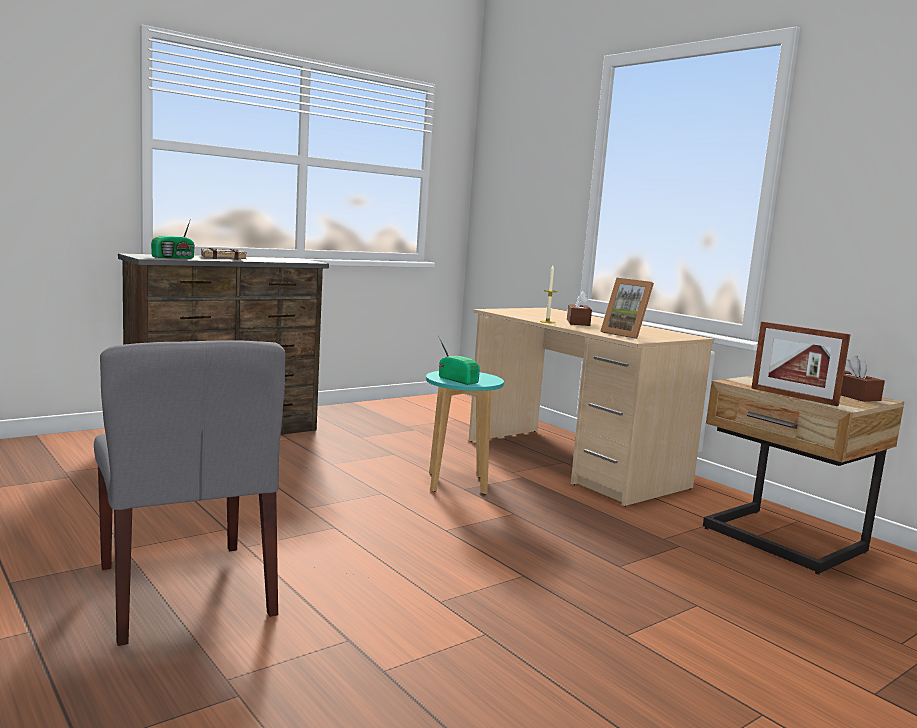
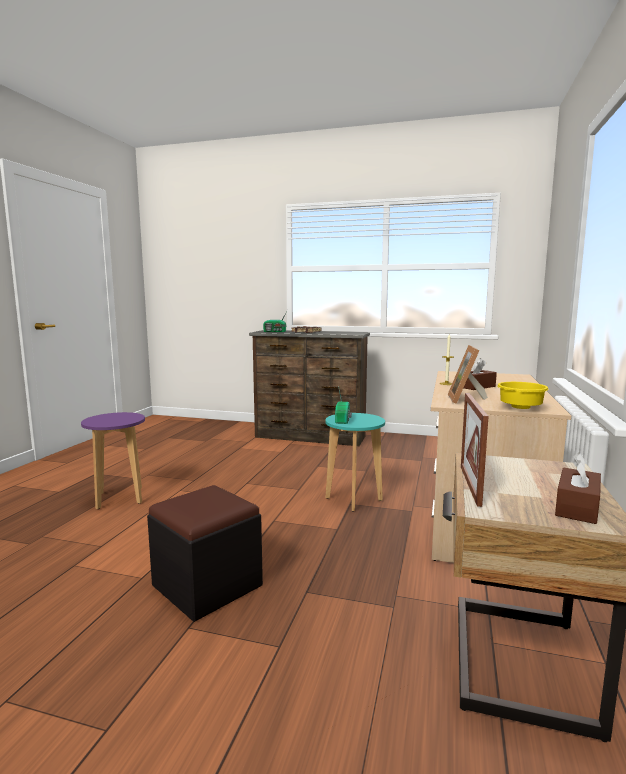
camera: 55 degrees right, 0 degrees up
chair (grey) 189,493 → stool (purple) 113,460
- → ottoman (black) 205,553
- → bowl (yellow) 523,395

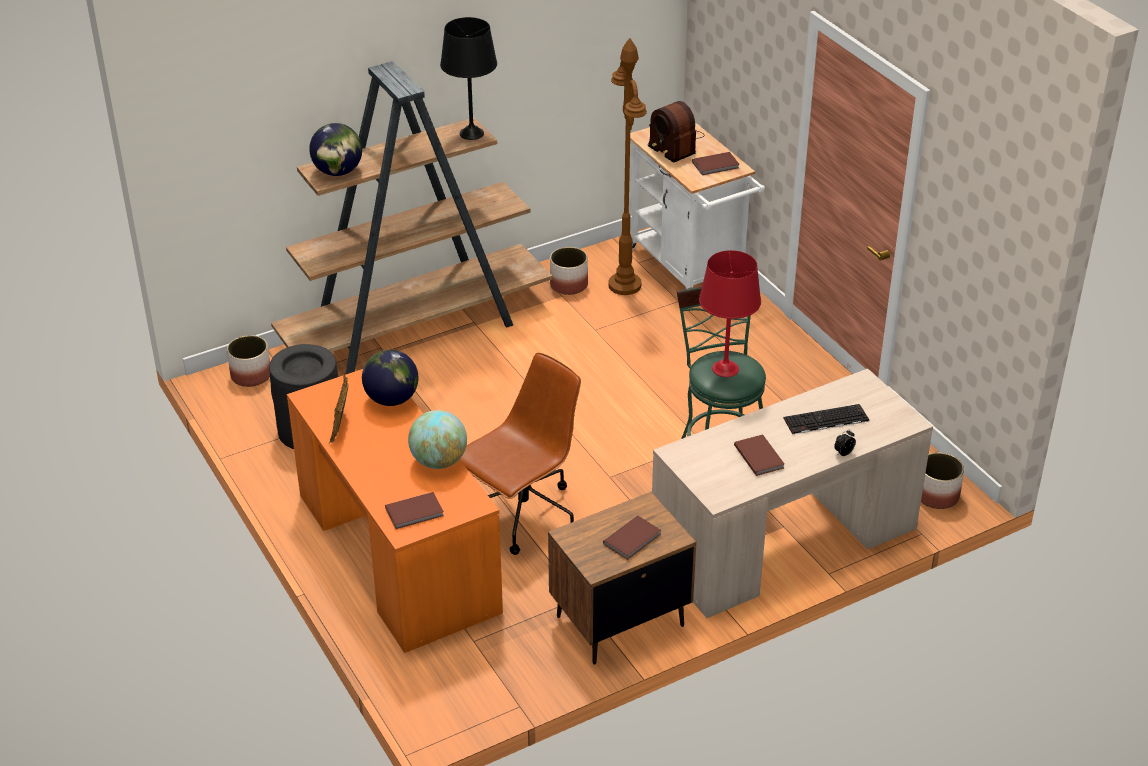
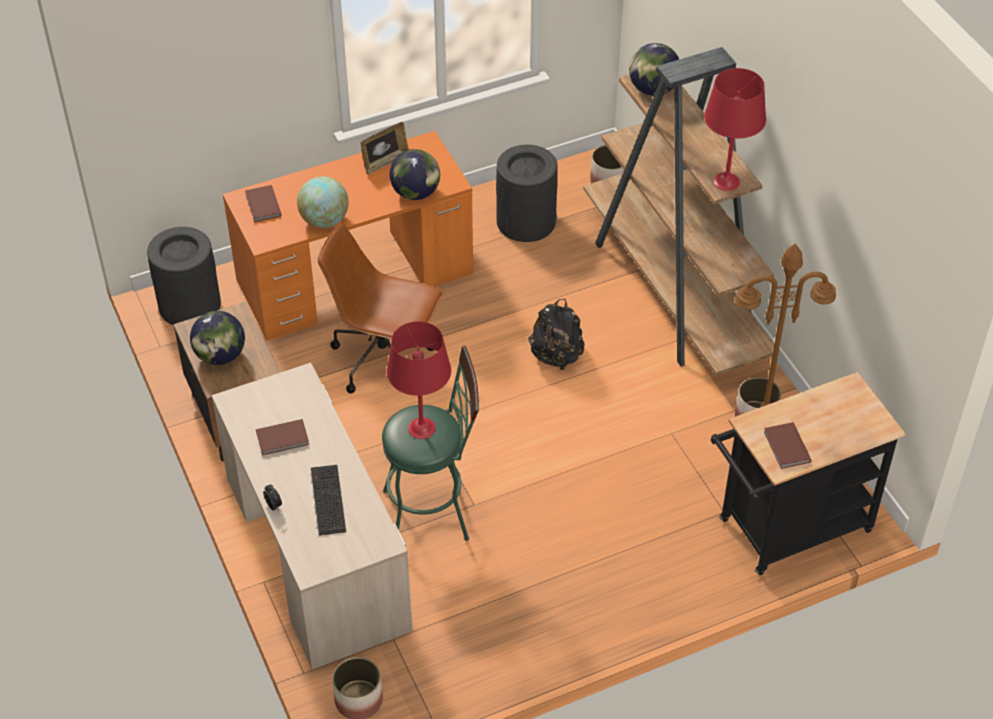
camera: 95 degrees right, 10 degrees up
- → trash can (black) 184,276
book (brown) 632,537 → globe 217,338
office chair (brown) 520,454 → office chair (brown) 381,308, 150 degrees clockwise
picture frame 338,408 → picture frame 384,148, 135 degrees clockwise
- → backpack (black) 556,334
table lamp (black) 468,78 → table lamp (red) 735,129
cart (white) 697,205 → cart (black) 808,473
radio 676,132 → -

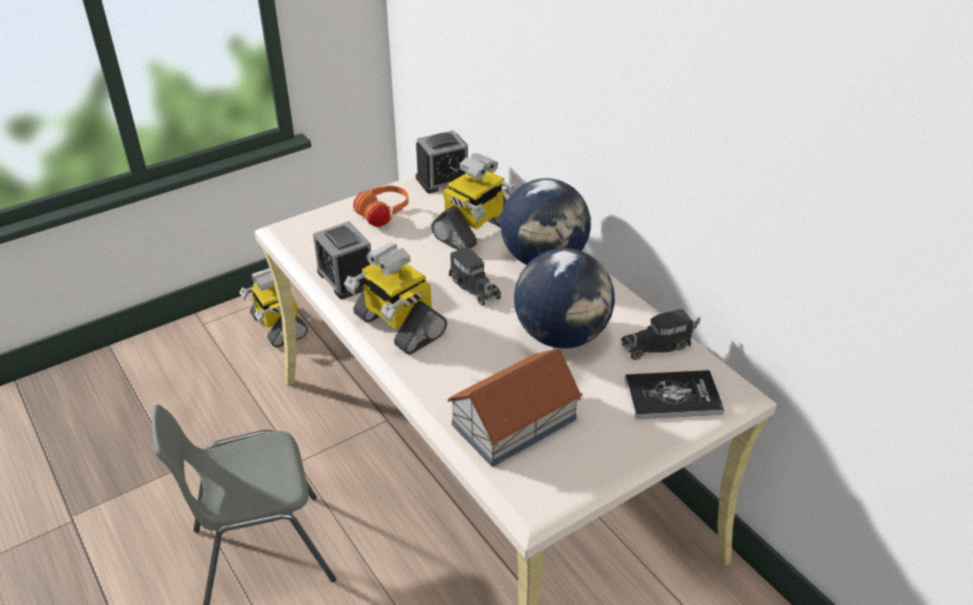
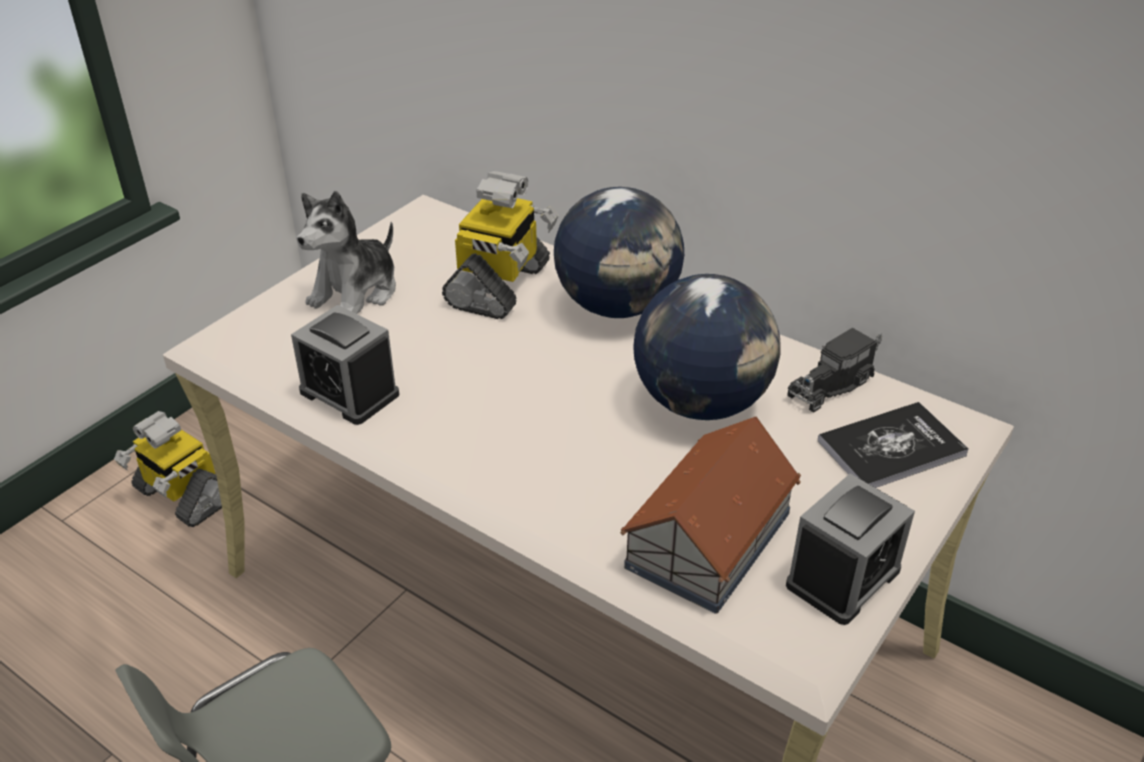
camera: 20 degrees left, 0 degrees up
headphones (orange) 381,206 → plush toy 346,252
alarm clock 442,161 → alarm clock 850,549, move
toy robot 395,298 → -
toy truck 475,274 → -

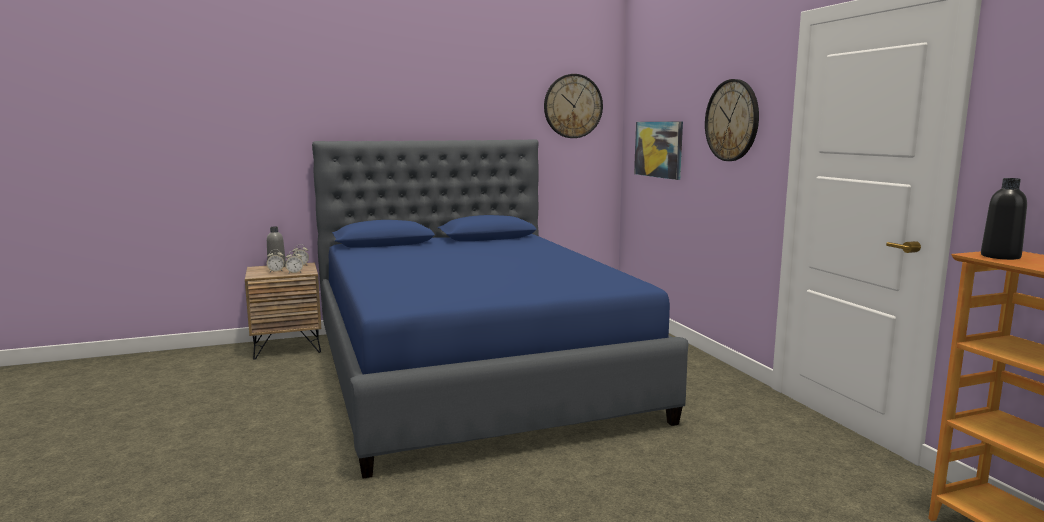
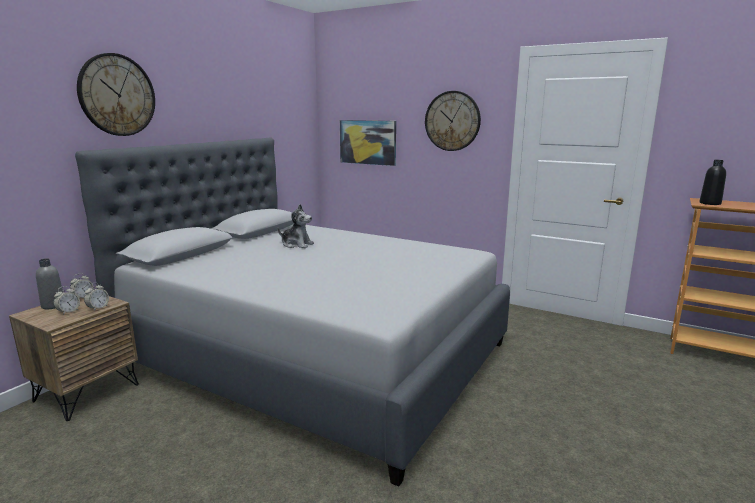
camera: 40 degrees left, 5 degrees up
bed (blue) 500,309 → bed (grey) 292,312
wall clock 573,106 → wall clock 116,94, move
- → plush toy 295,226

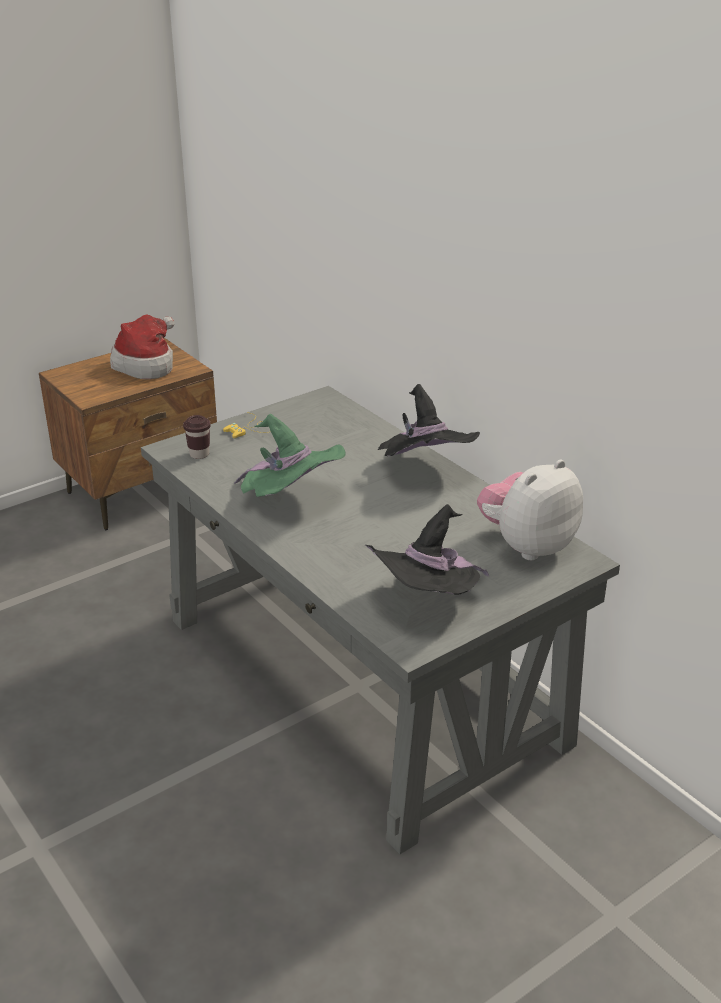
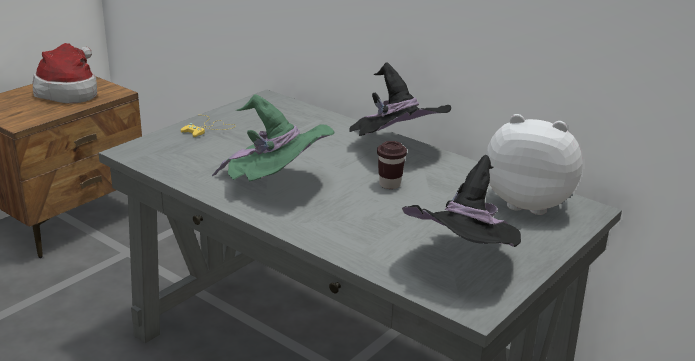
camera: 15 degrees left, 5 degrees down
cup (brown) 197,437 → cup (brown) 392,165, move
plush toy 530,509 → plush toy 534,164, 75 degrees clockwise

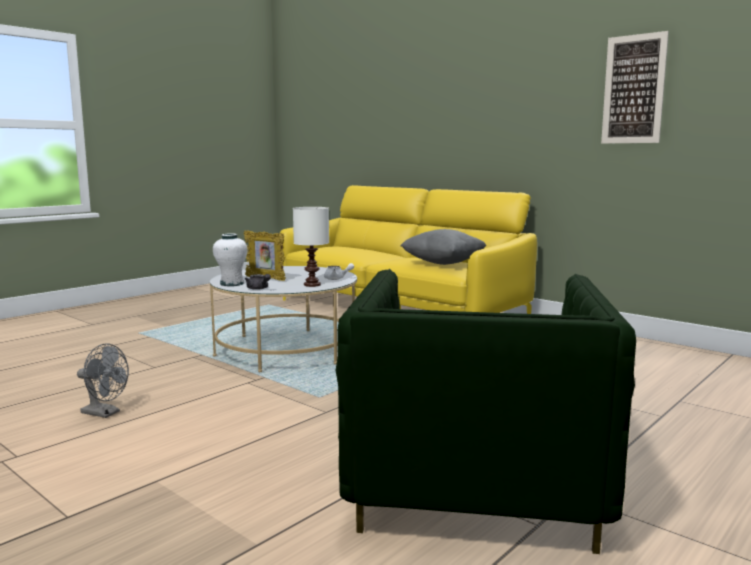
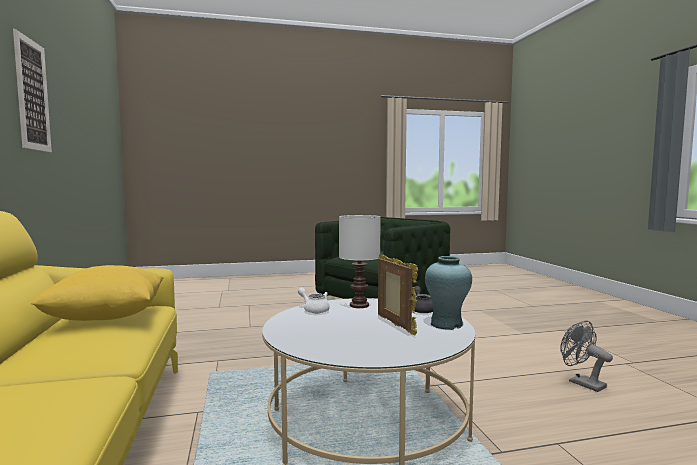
camera: 145 degrees left, 5 degrees down
pillow (grey) 443,247 → pillow (yellow) 97,293
vase (white) 230,259 → vase (turquoise) 448,293

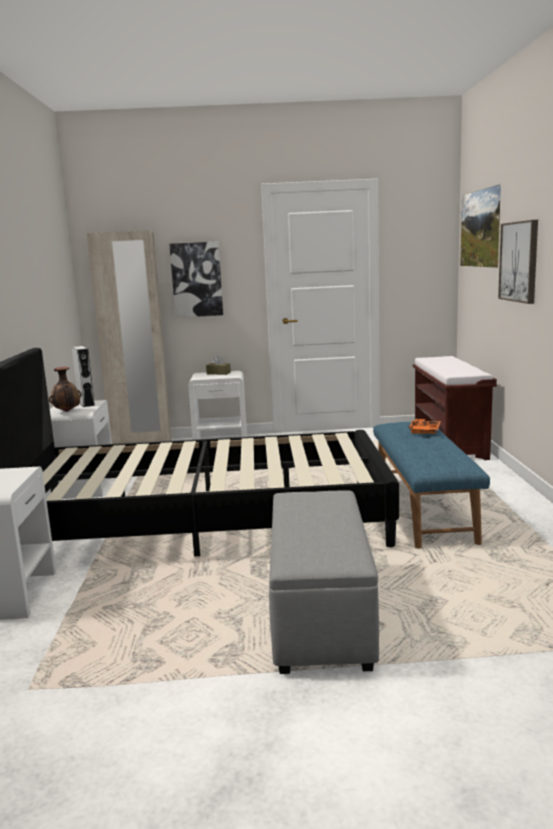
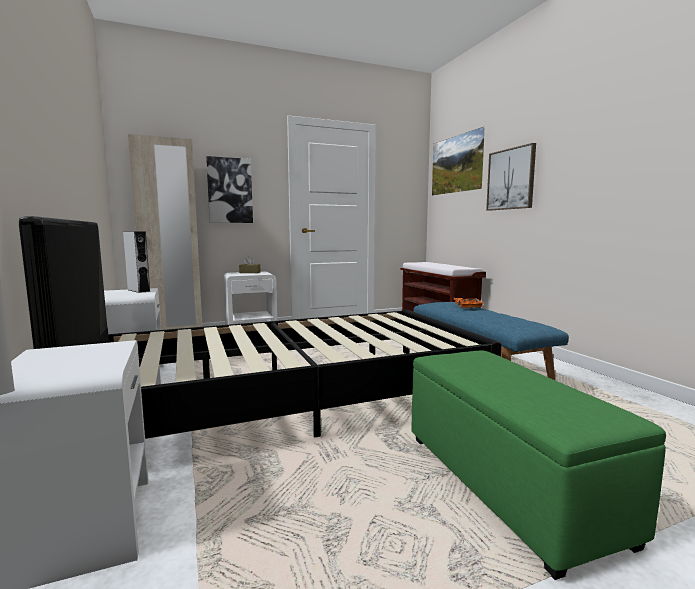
camera: 20 degrees left, 5 degrees down
ottoman (grey) 324,582 → ottoman (green) 538,465
vase 65,389 → -

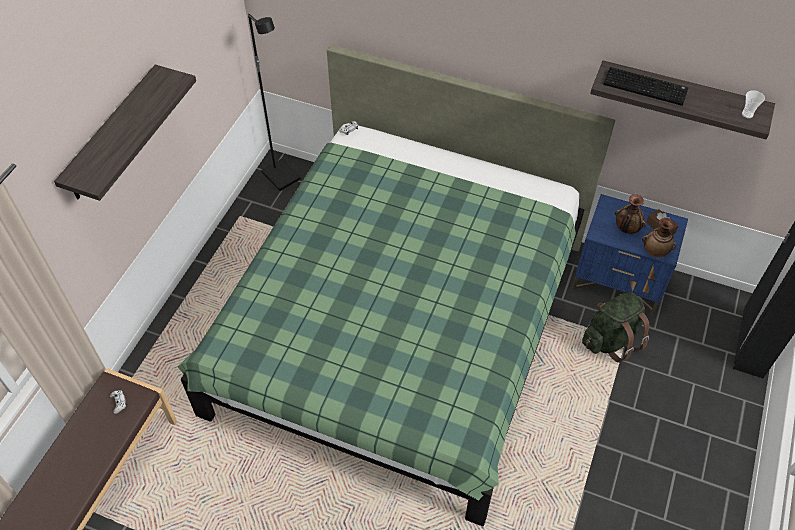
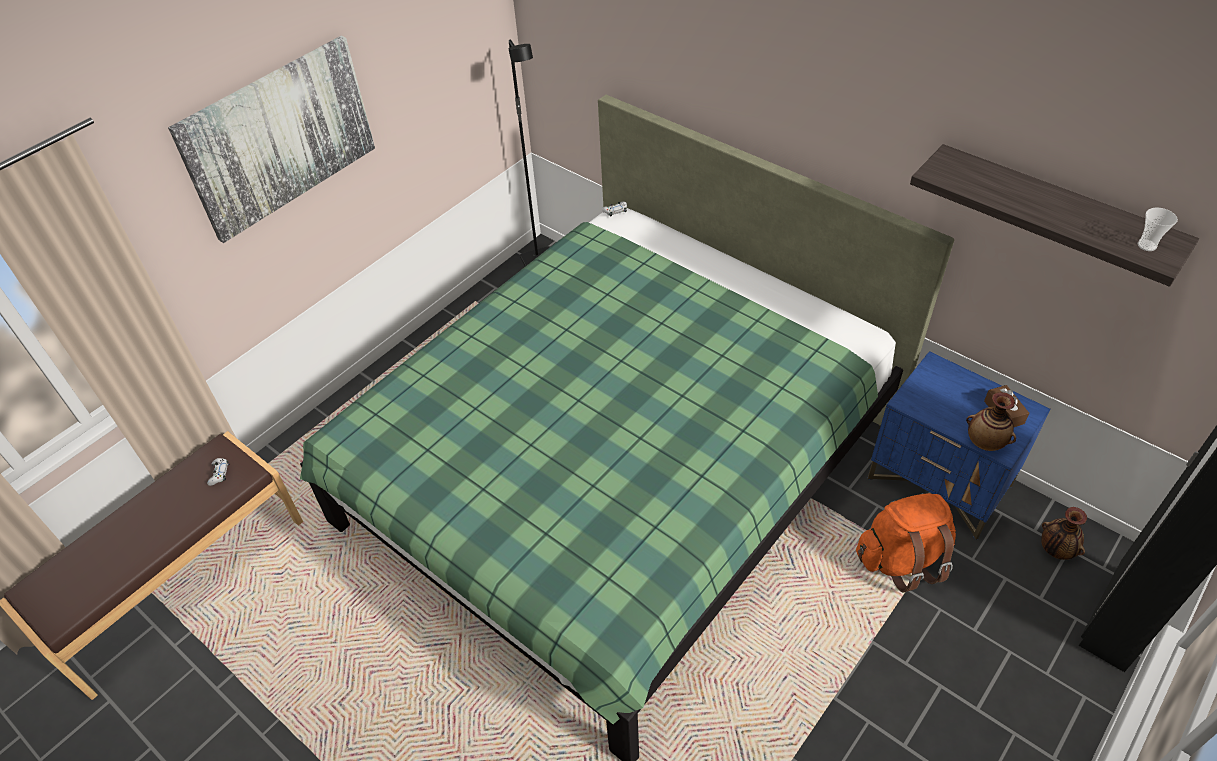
camera: 20 degrees right, 5 degrees down
shelf 125,132 → picture 271,139
backpack (green) 615,327 → backpack (orange) 906,543
vase 630,214 → vase 1064,533, move
keyboard 645,86 → -

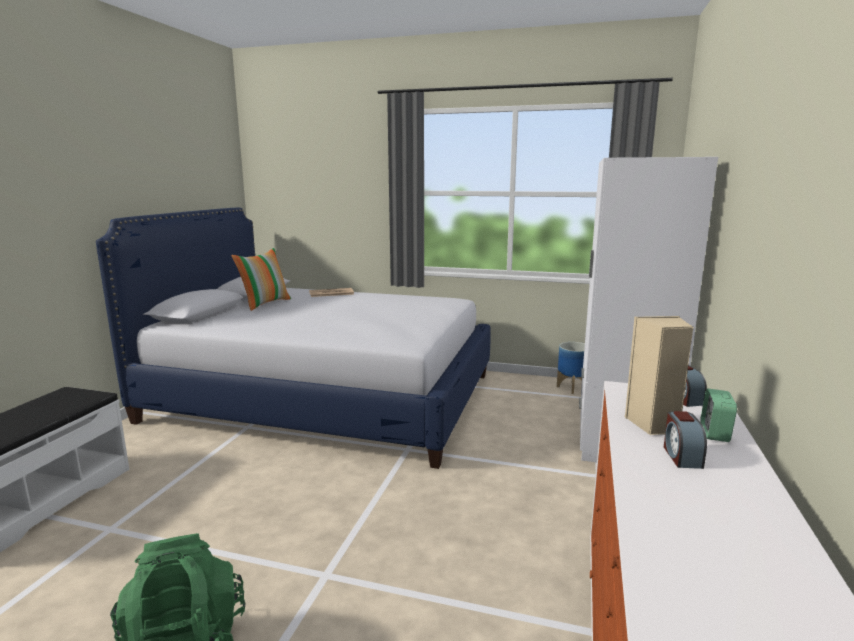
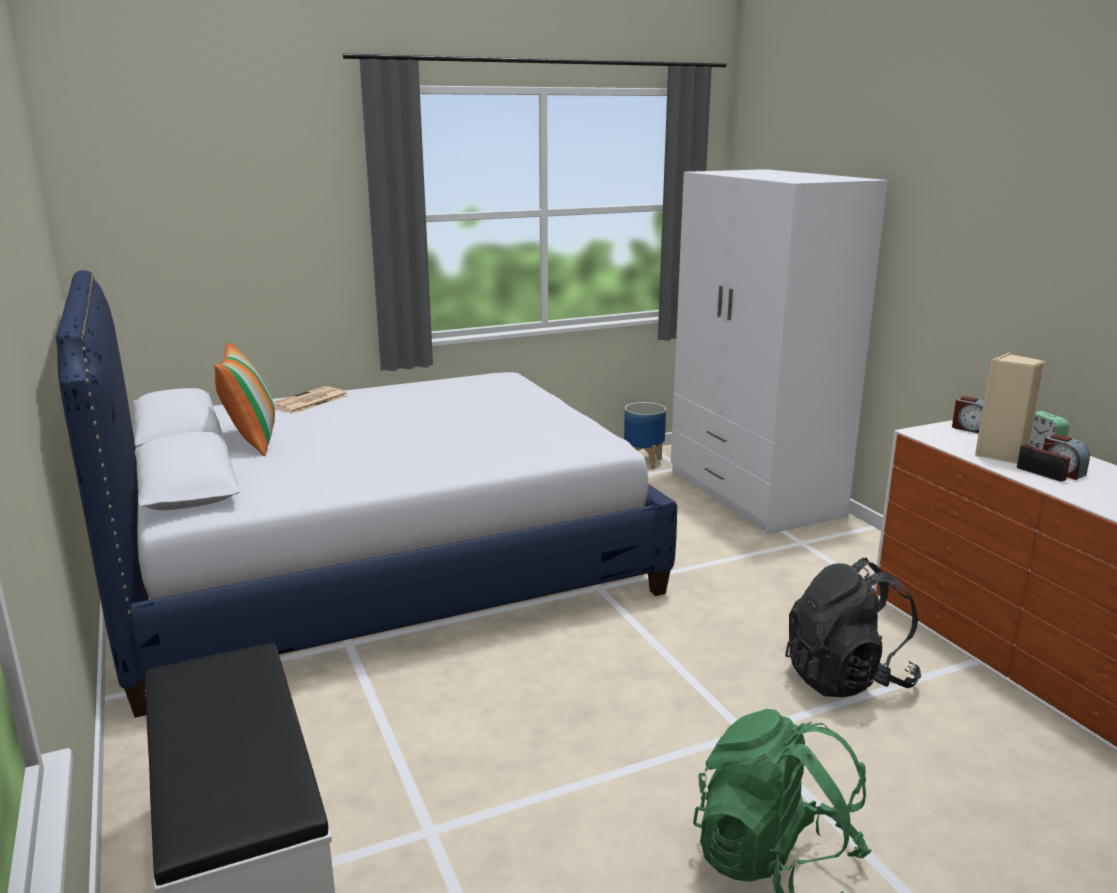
camera: 40 degrees left, 5 degrees up
- → backpack (black) 853,627
- → radio 1048,462

